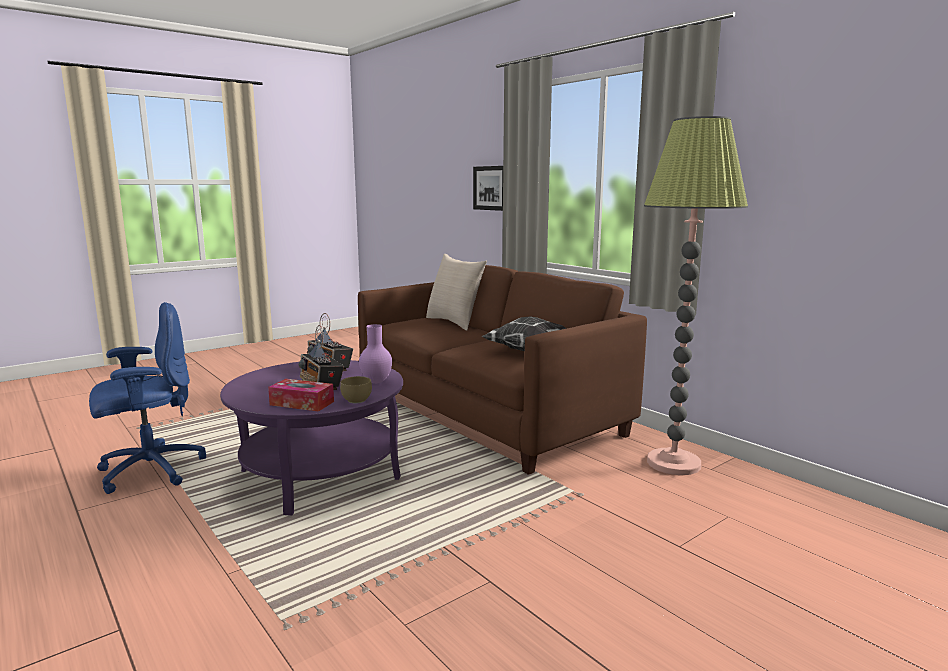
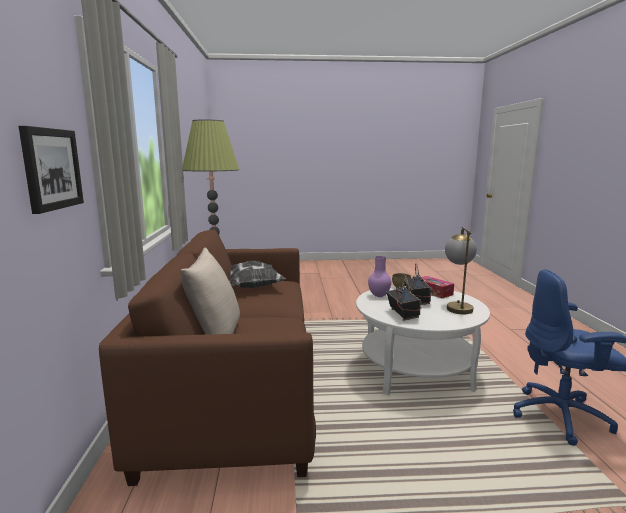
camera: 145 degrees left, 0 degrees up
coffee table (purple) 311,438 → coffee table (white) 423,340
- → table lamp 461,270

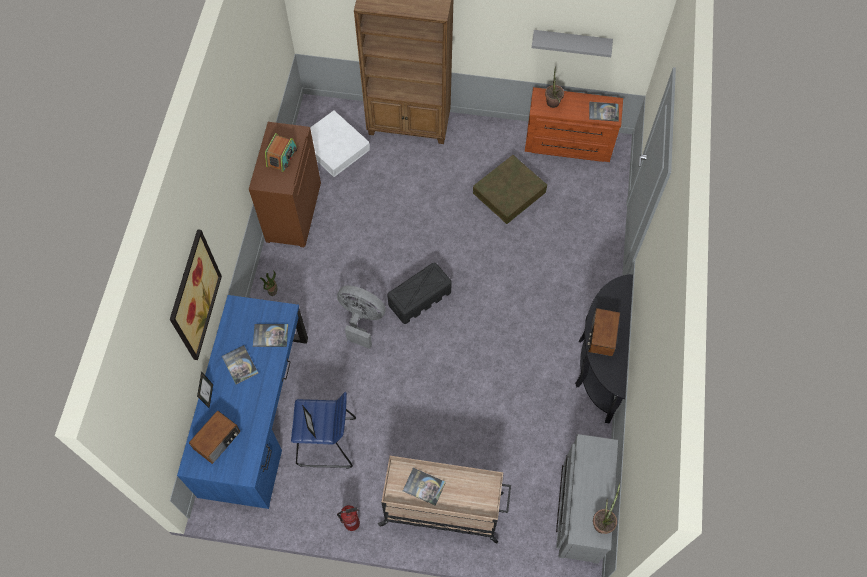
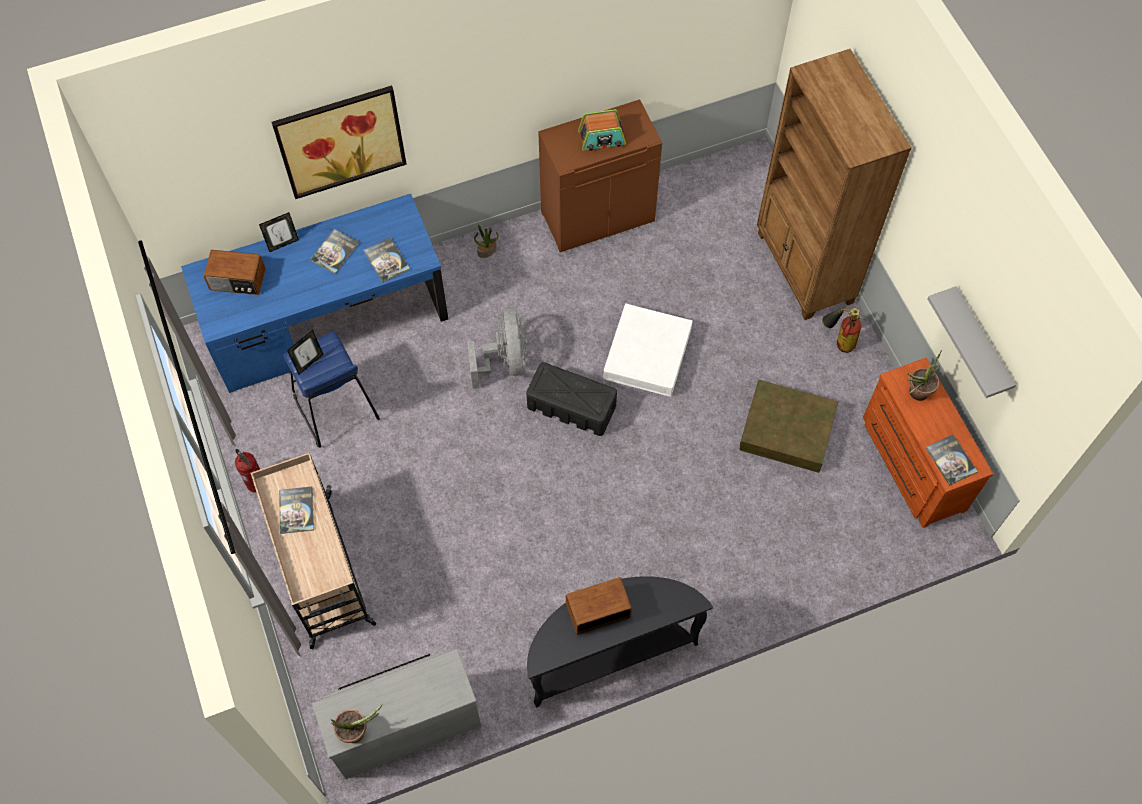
camera: 60 degrees right, 0 degrees up
storage box (white) 340,143 → storage box (white) 648,350, move
- → fire extinguisher 842,330

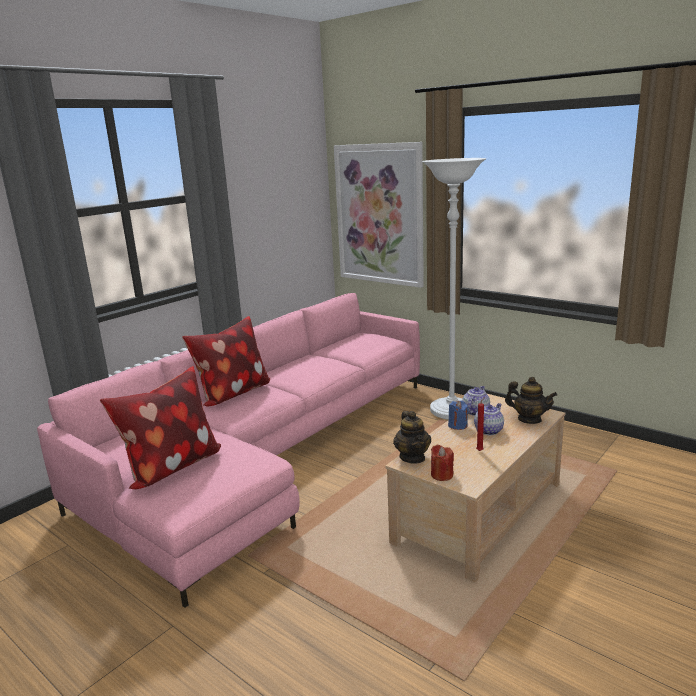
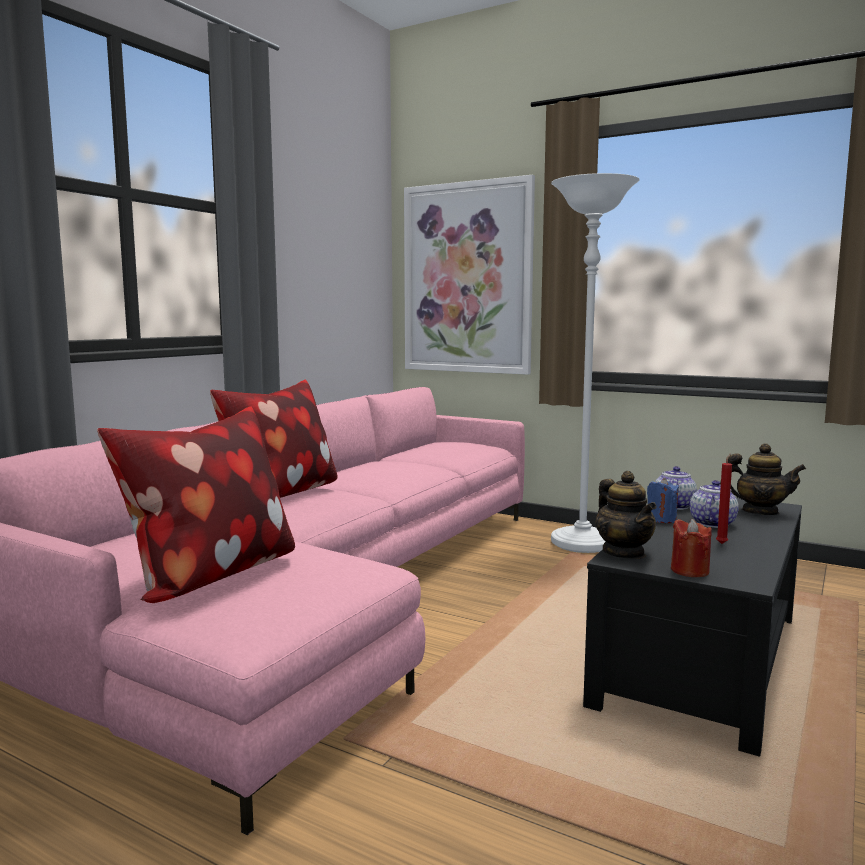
camera: 10 degrees left, 10 degrees down
coffee table (beige) 475,487 → coffee table (black) 692,627

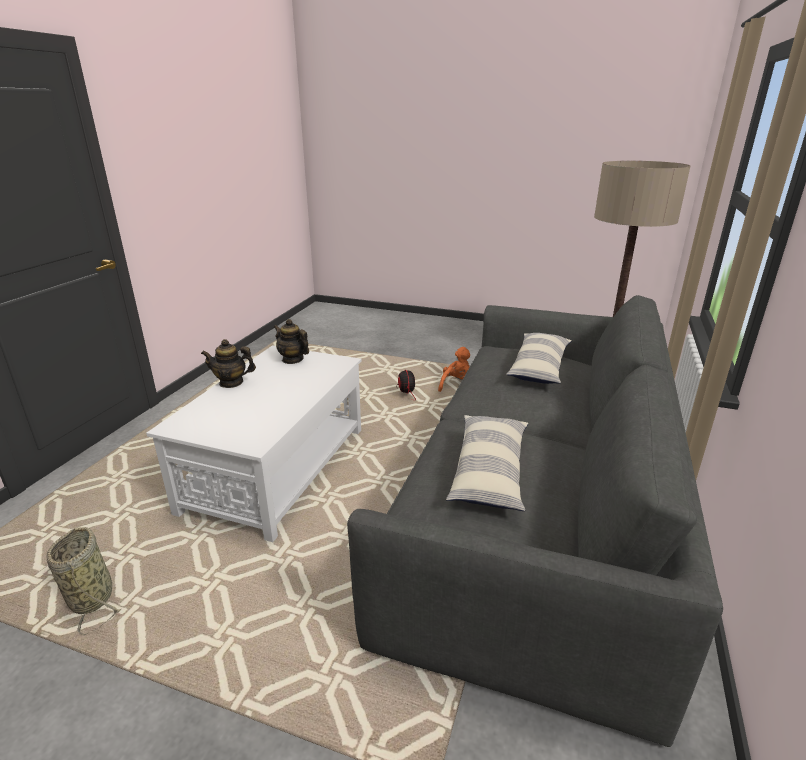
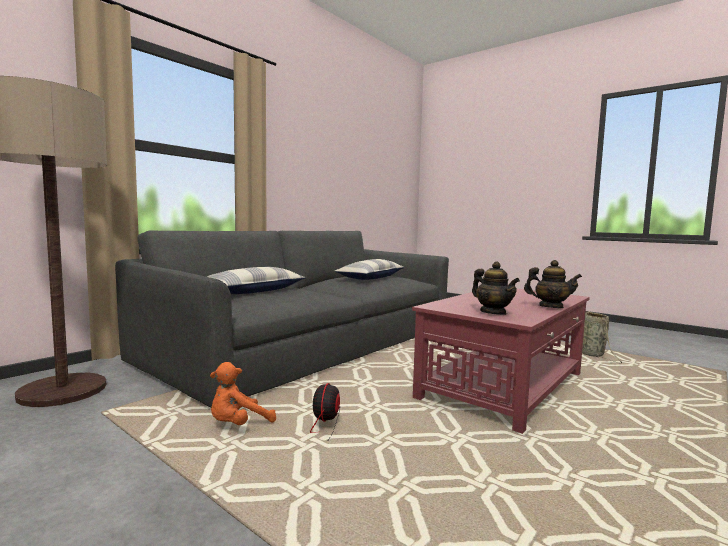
camera: 160 degrees left, 20 degrees down
coffee table (white) 254,443 → coffee table (red) 501,361

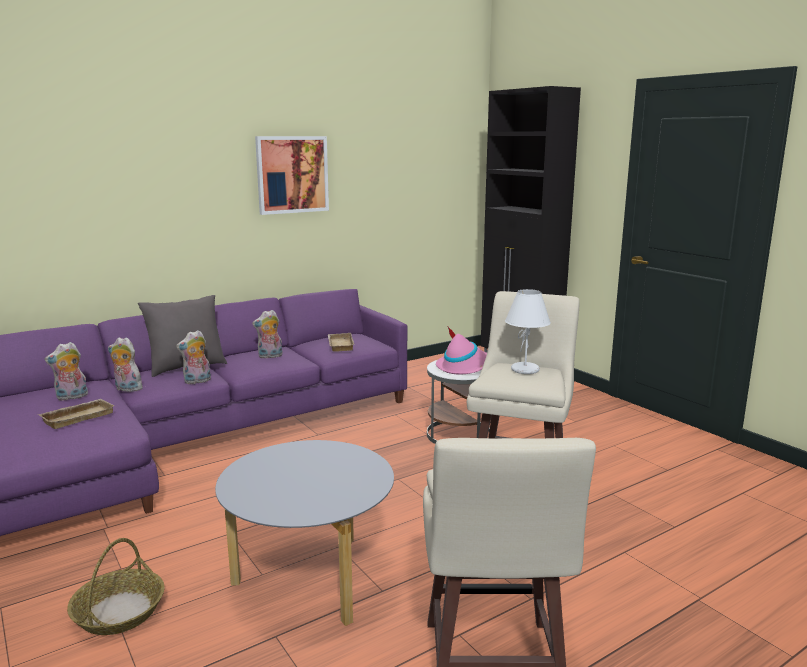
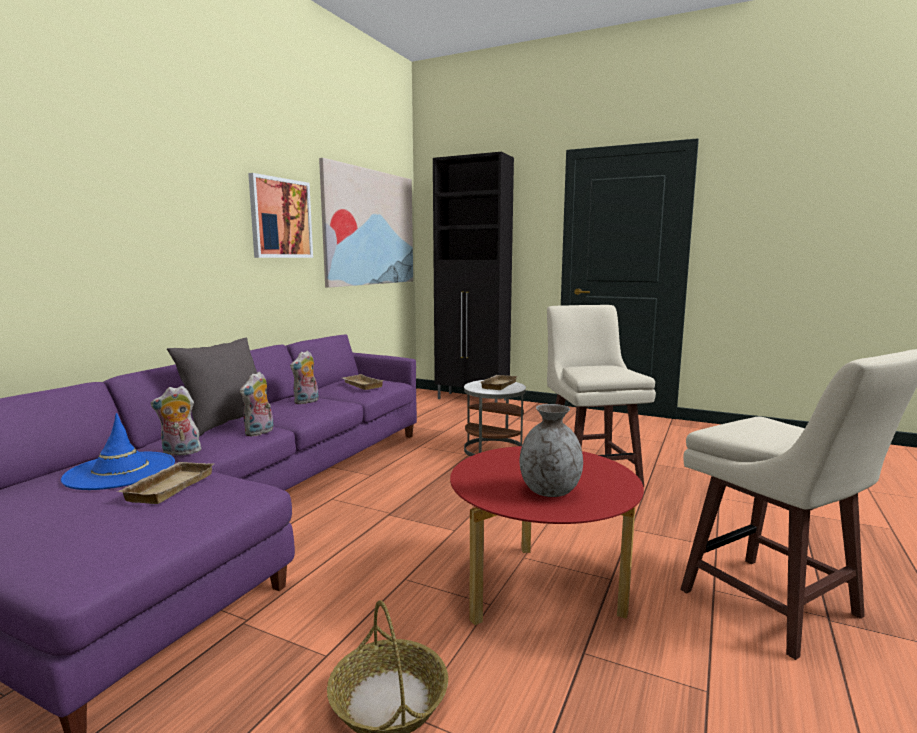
camera: 30 degrees left, 5 degrees down
plush toy 66,371 → hat (blue) 118,451
- → picture 366,223
coffee table (grey) 304,533 → coffee table (red) 547,535
hat (pink) 461,350 → tray (beige) 498,382
- → vase (grey) 551,450
table lamp (white) 528,331 → -

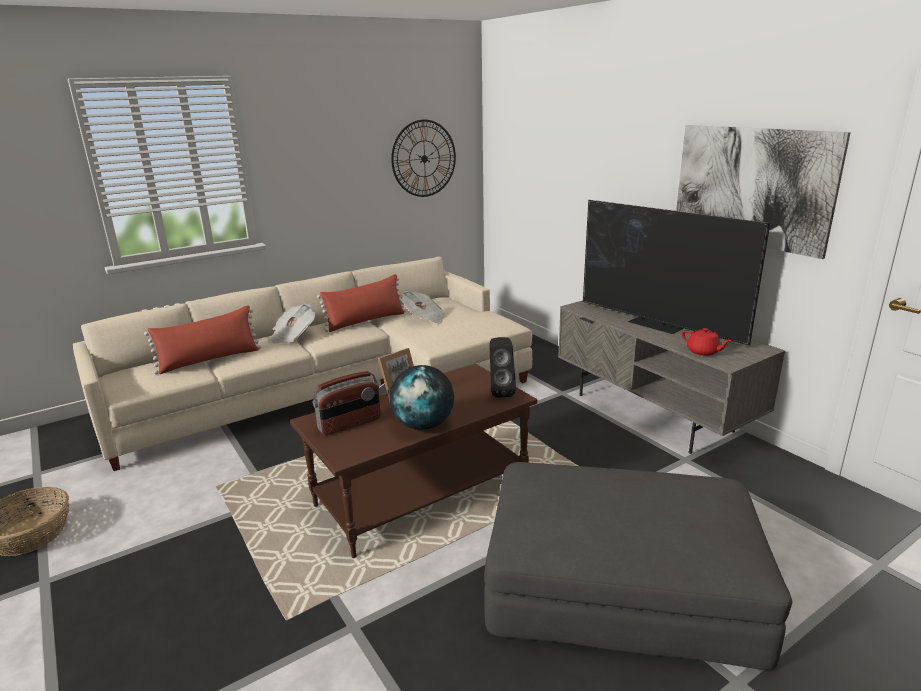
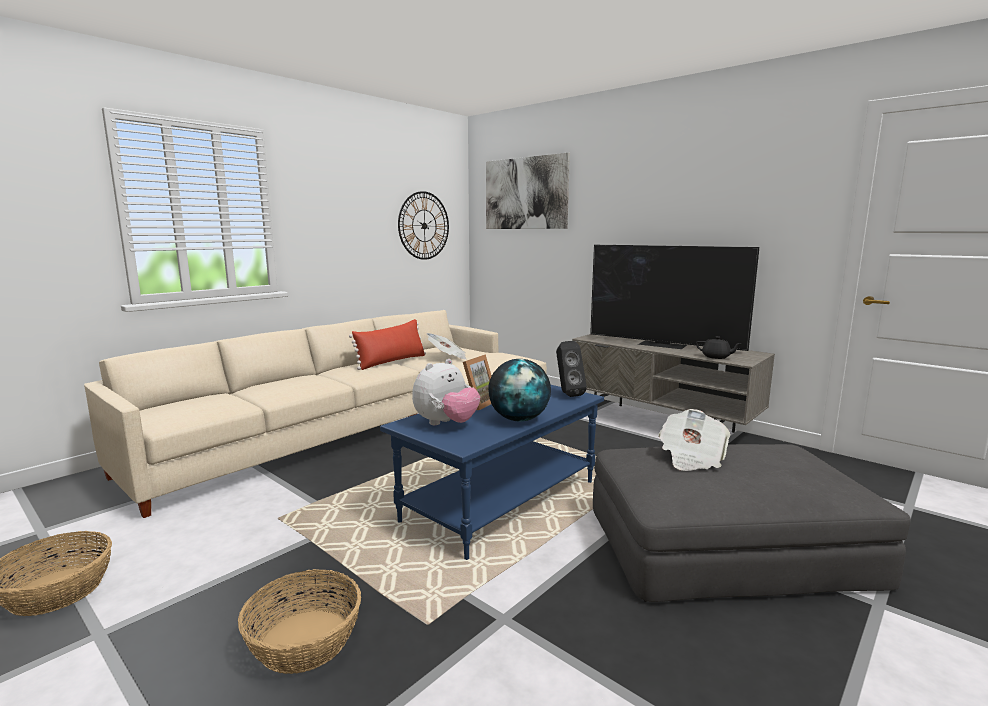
camera: 15 degrees left, 10 degrees down
- → basket 299,621
coffee table (brown) 413,461 → coffee table (blue) 492,472
radio 347,403 → plush toy 446,392
picture 763,192 → picture 528,191, move
newspaper 291,323 → newspaper 695,440, move
teapot (red) 707,342 → teapot (black) 719,347
pillow (red) 202,339 → -

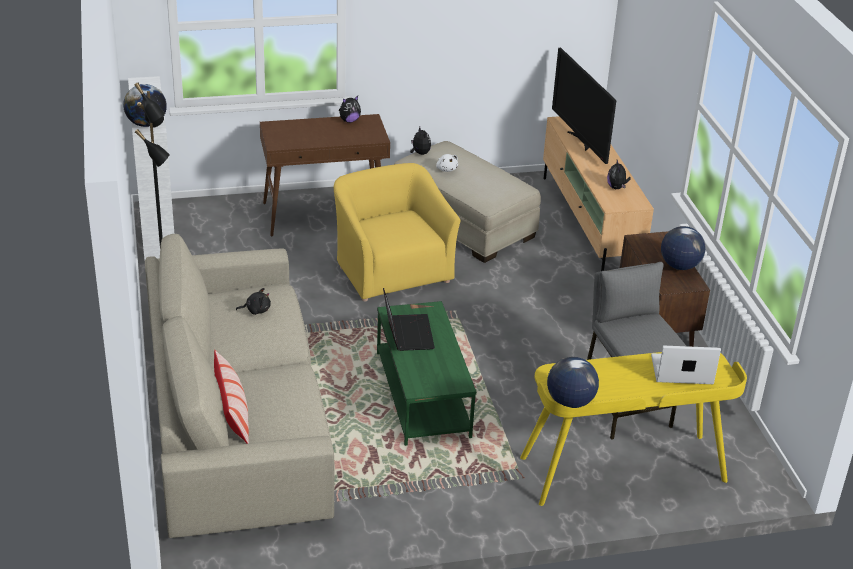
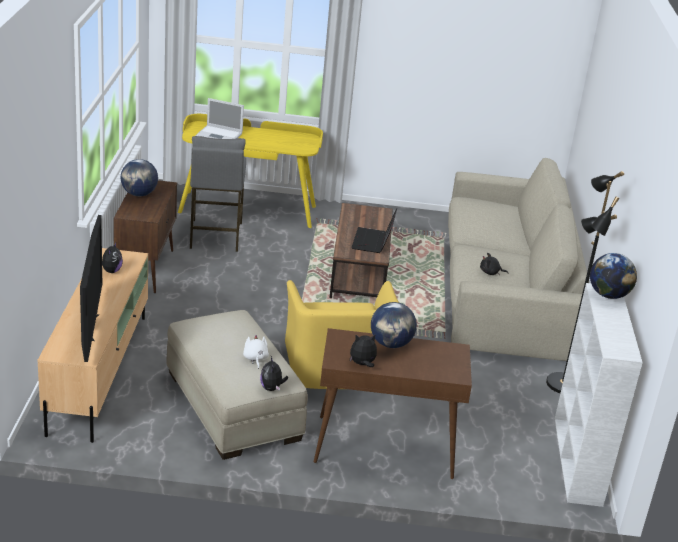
camera: 165 degrees left, 5 degrees down
coffee table (green) 426,373 → coffee table (brown) 361,250
globe 573,382 → globe 394,325, move
pillow 231,397 → -

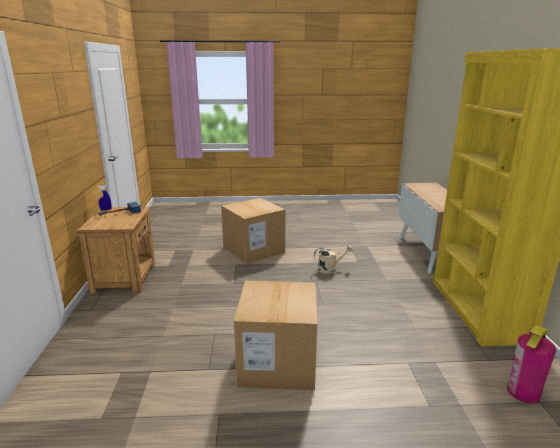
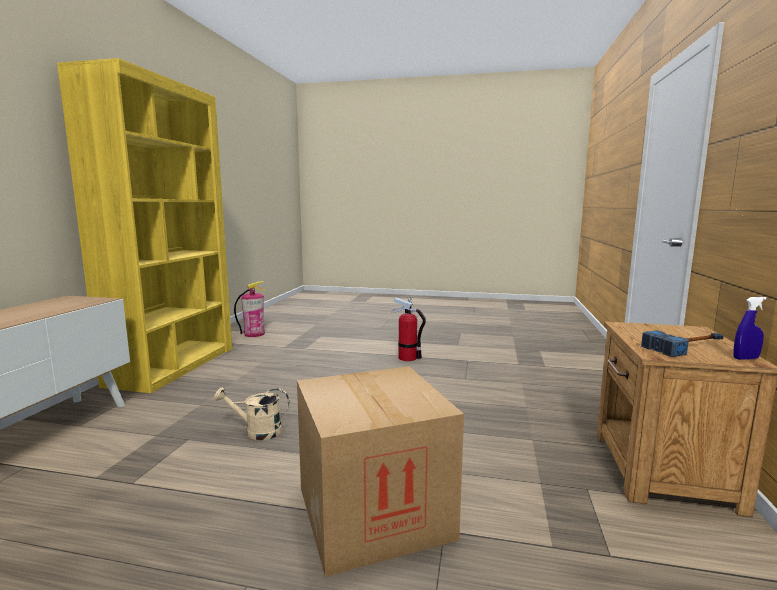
camera: 165 degrees left, 10 degrees down
cardboard box 275,335 → fire extinguisher 409,328

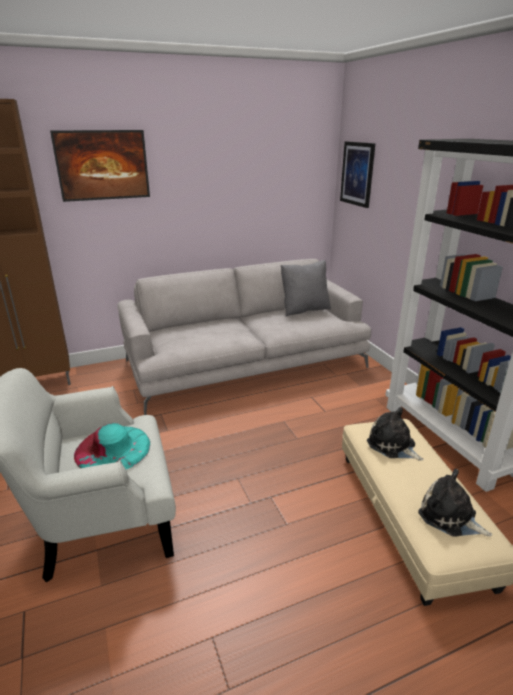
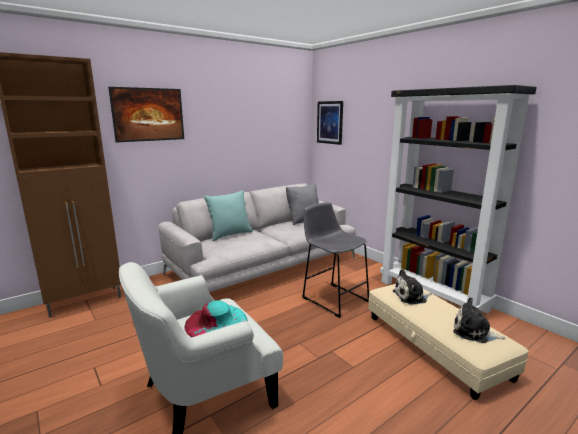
camera: 15 degrees left, 10 degrees down
- → pillow (turquoise) 228,215
- → stool (grey) 335,260
plush toy 395,434 → plush toy 412,287, 45 degrees counterclockwise

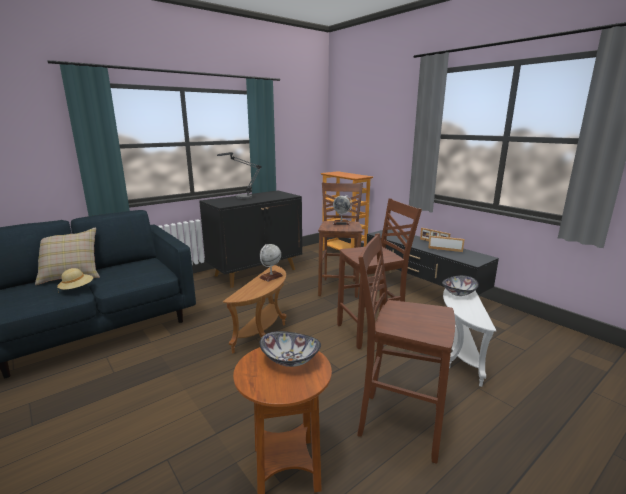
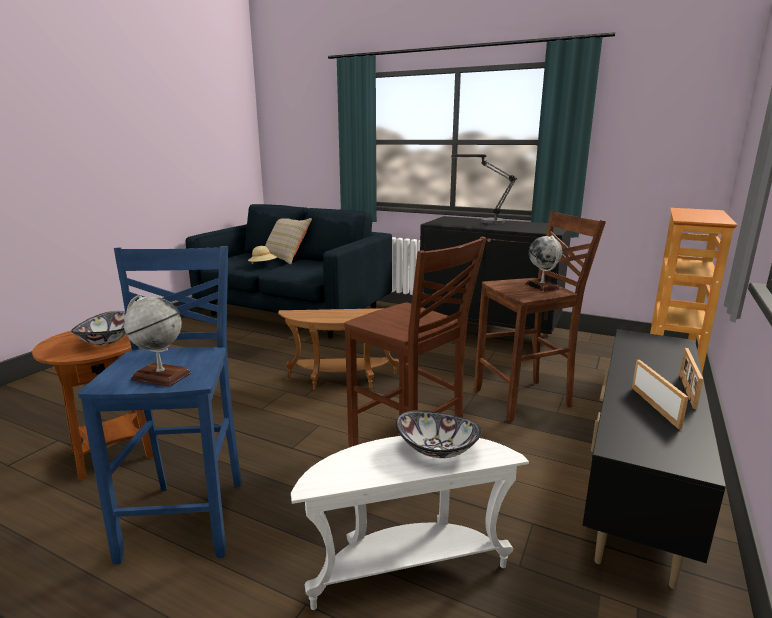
camera: 65 degrees right, 0 degrees up
stool (brown) 406,348 → stool (blue) 160,405
globe 271,263 → globe 157,340, move

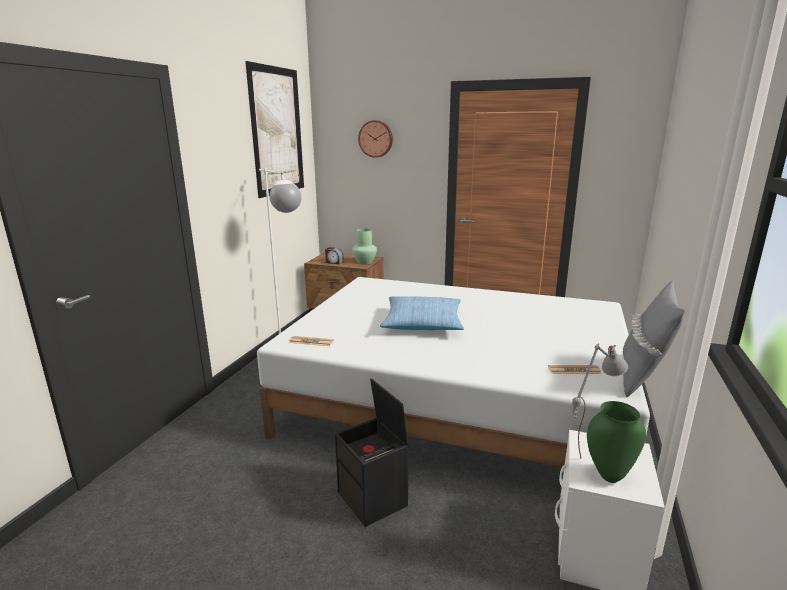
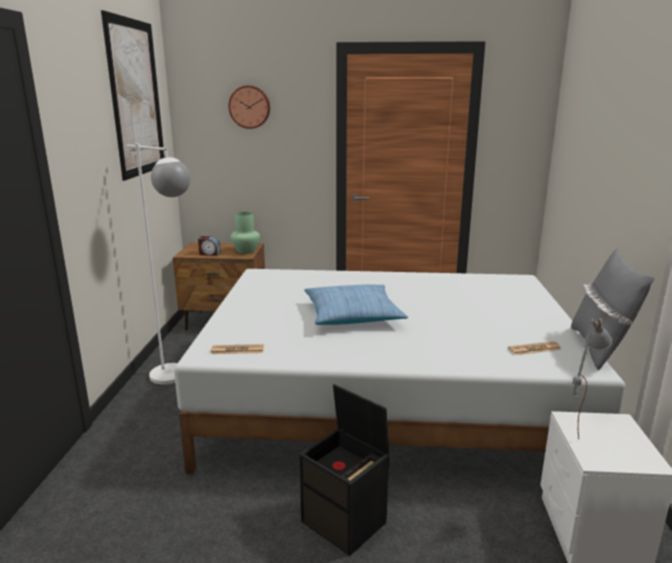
camera: 15 degrees left, 0 degrees up
vase (green) 616,442 → -

